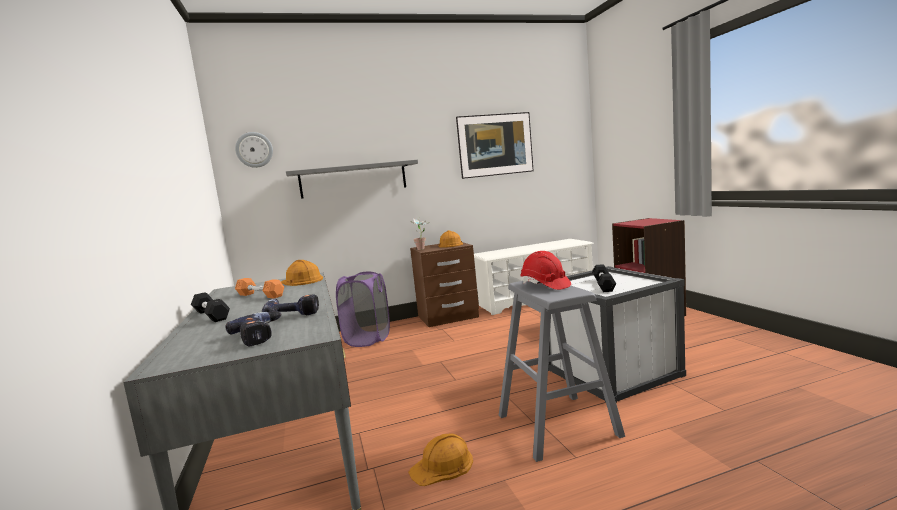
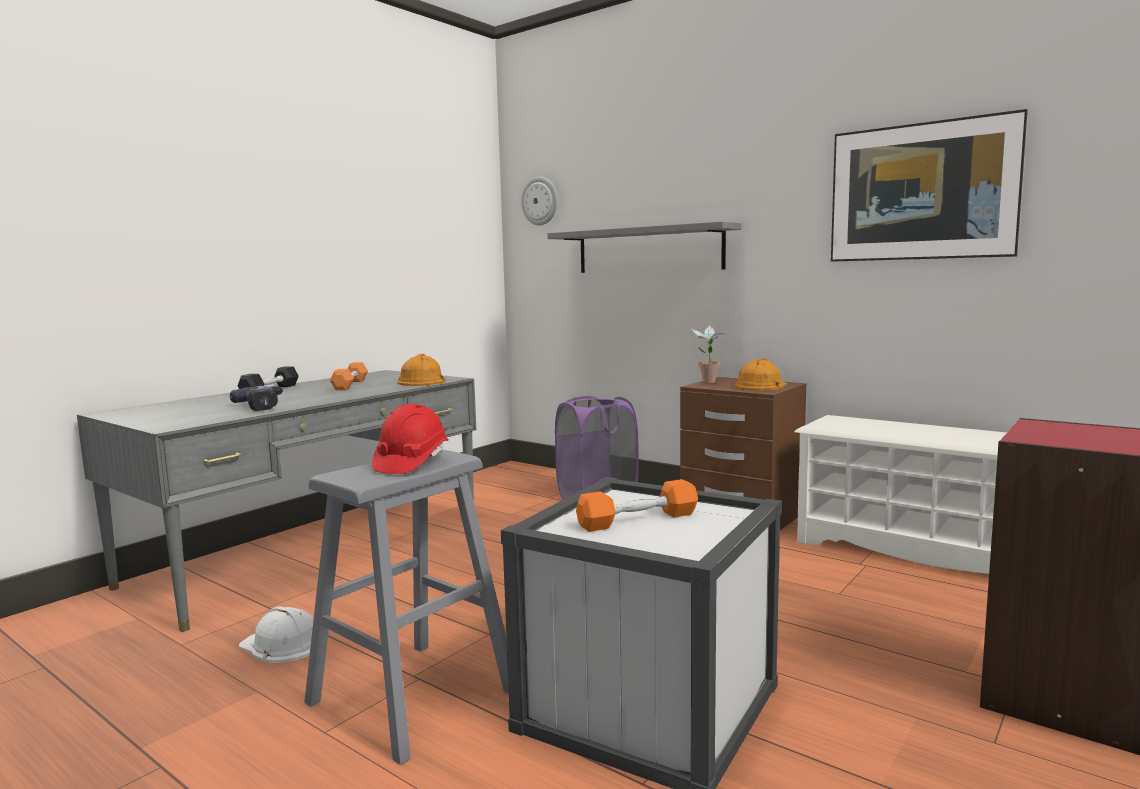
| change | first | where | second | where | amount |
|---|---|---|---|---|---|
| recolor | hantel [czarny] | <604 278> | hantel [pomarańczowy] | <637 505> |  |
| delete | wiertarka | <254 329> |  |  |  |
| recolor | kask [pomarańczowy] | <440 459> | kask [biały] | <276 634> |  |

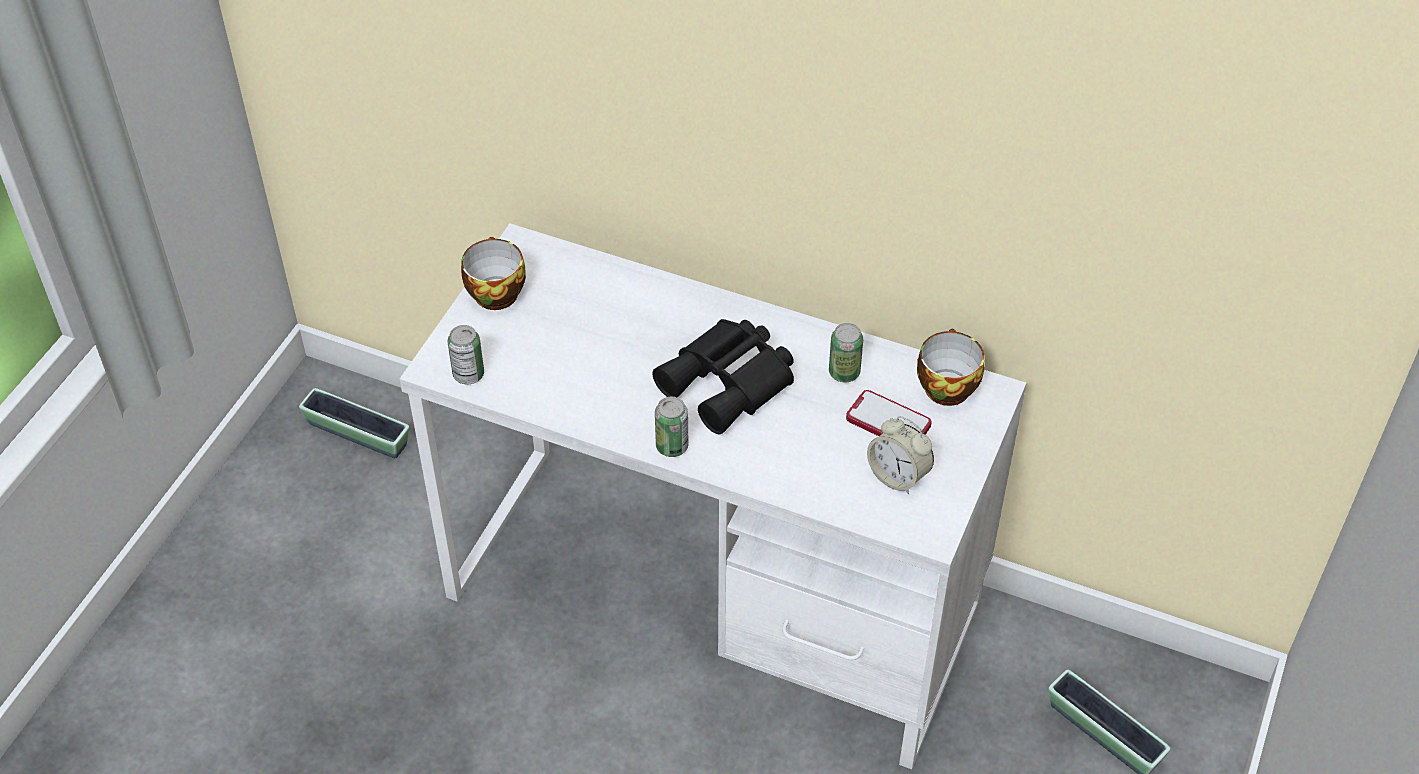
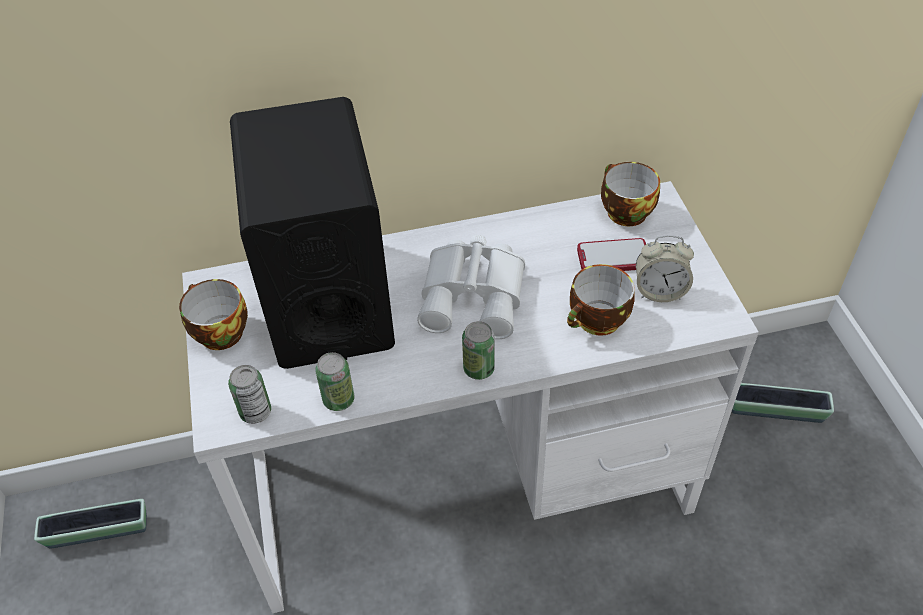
| change | first | where | second | where | amount |
|---|---|---|---|---|---|
| recolor | lornetka [czarny] | <723 376> | lornetka [biały] | <471 286> |  |
| move | puszka | <846 352> |  | <334 381> |  |
| insert |  |  | głośnik [czarny] | <312 233> |  |
| insert |  |  | filiżanka | <601 300> |  |

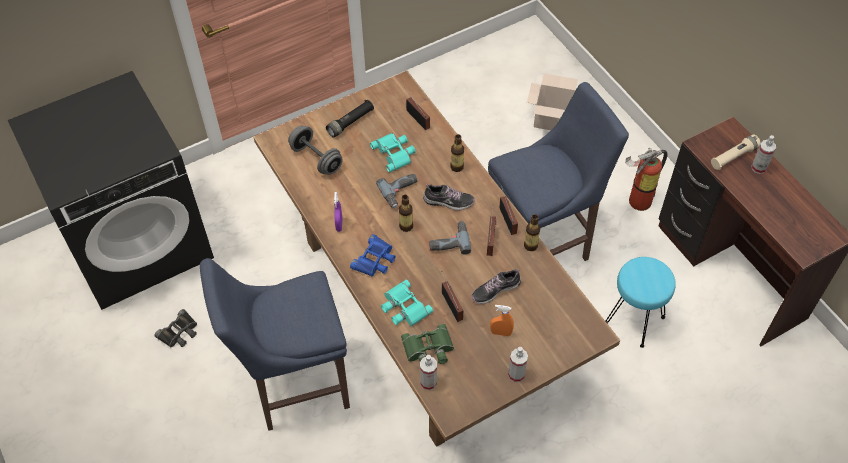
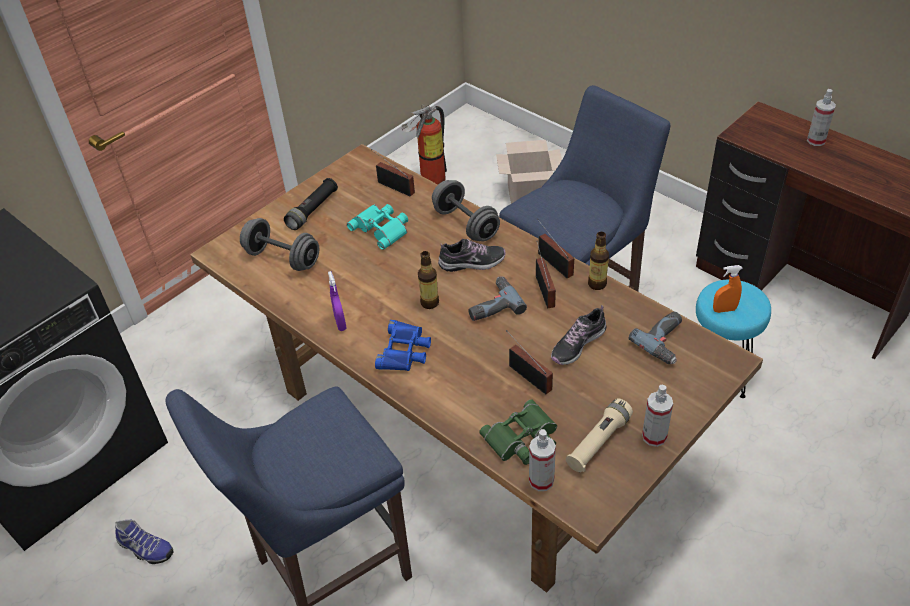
| change | first | where | second | where | amount |
|---|---|---|---|---|---|
| replace | butelka | <457 153> | hantel [szary] | <466 210> |  |
| move | latarka [beżowy] | <736 152> |  | <599 435> |  |
| move | gaśnica | <646 180> |  | <424 144> |  |
| move | wiertarka | <396 191> |  | <655 337> |  |
| delete | lornetka [turkusowy] | <407 302> |  |  |  |
| move | spryskiwacz [pomarańczowy] | <502 320> |  | <728 289> |  |
| replace | lornetka [czarny] | <175 328> | but | <144 541> |  |

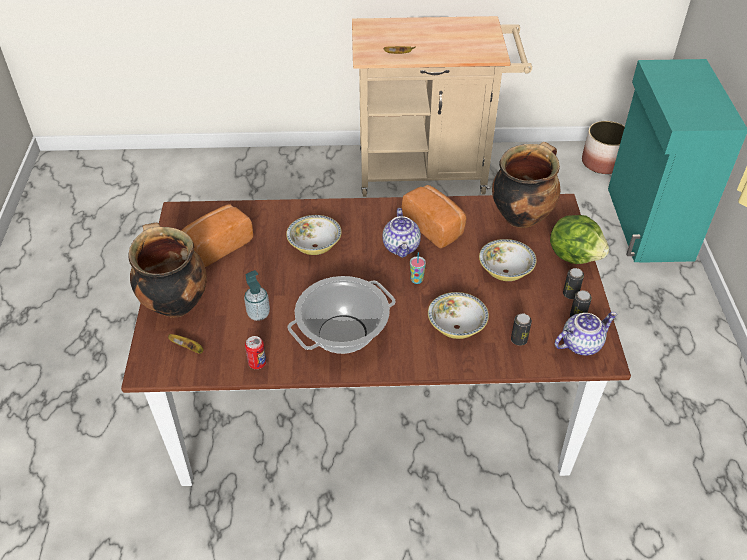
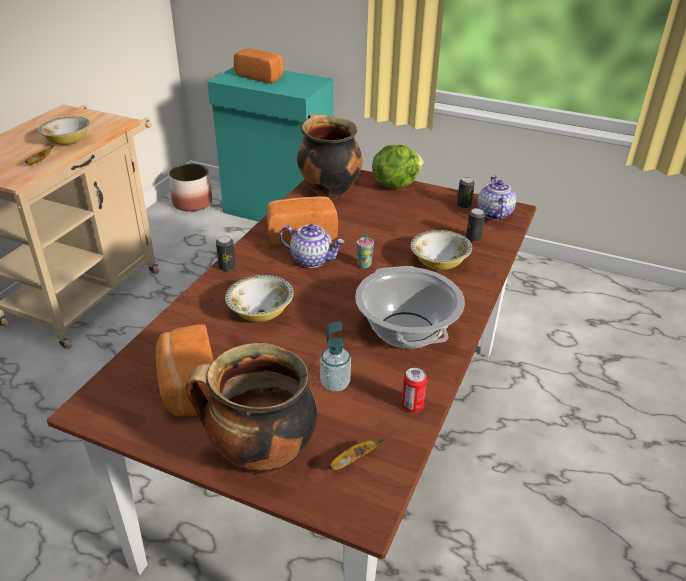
| change | first | where | second | where | amount |
|---|---|---|---|---|---|
| move | miska | <508 260> |  | <64 130> |  |
| move | puszka | <573 283> |  | <226 253> |  |
| insert |  |  | chleb | <259 66> |  |

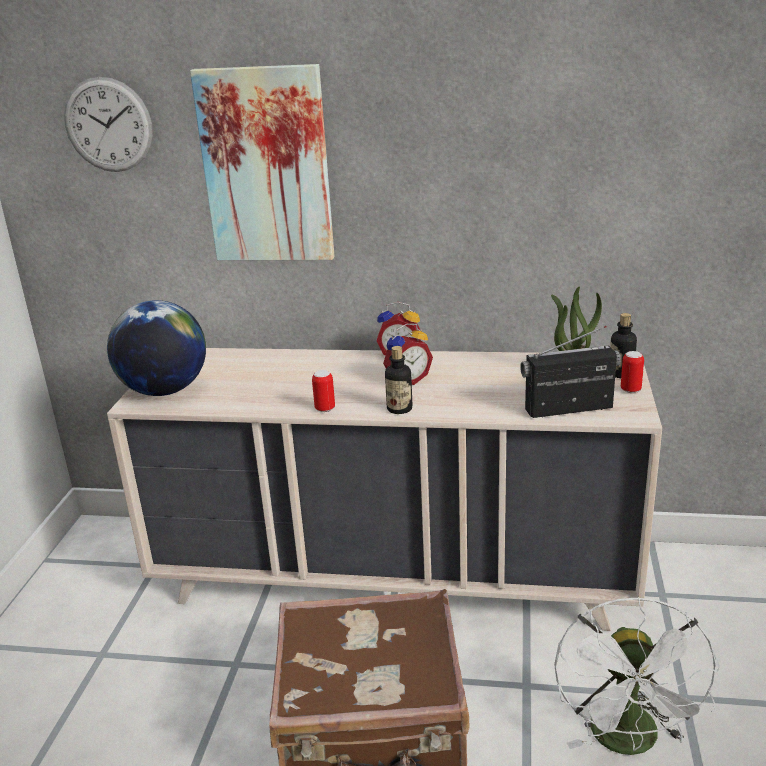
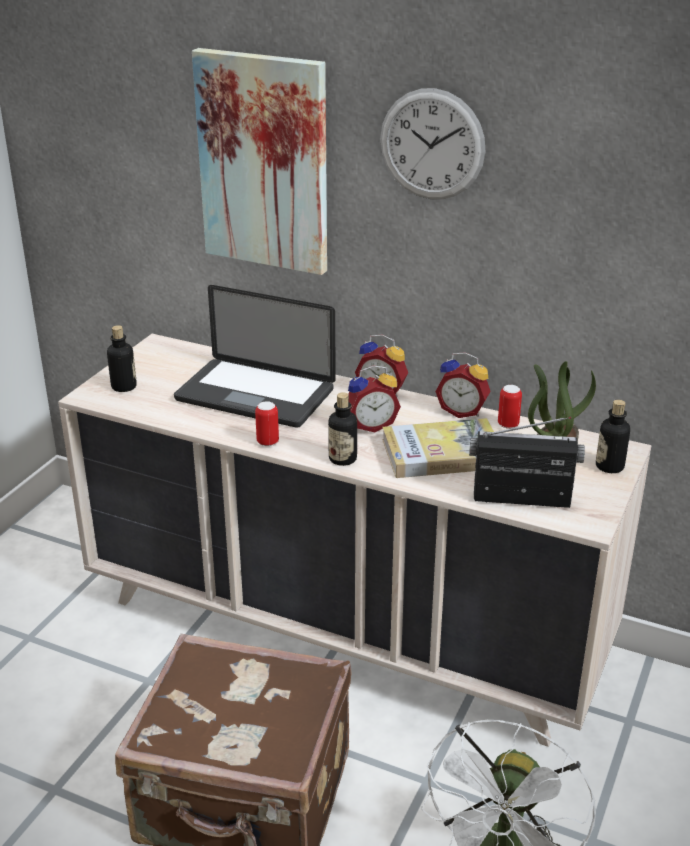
| change | first | where | second | where | amount |
|---|---|---|---|---|---|
| move | zegar ścienny | <108 124> |  | <432 143> |  |
| replace | globus | <156 348> | butelka | <122 358> |  |
| move | puszka | <632 372> |  | <510 407> |  |
| insert |  |  | laptop | <255 356> |  |
| insert |  |  | budzik | <463 385> |  |
| insert |  |  | książka | <438 448> |  |

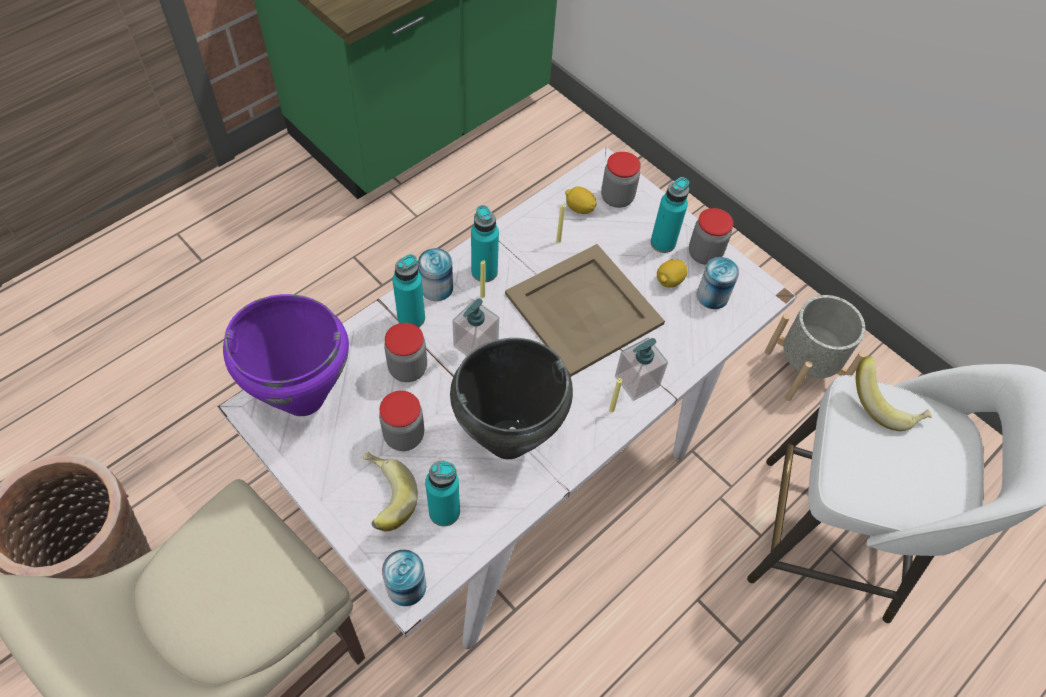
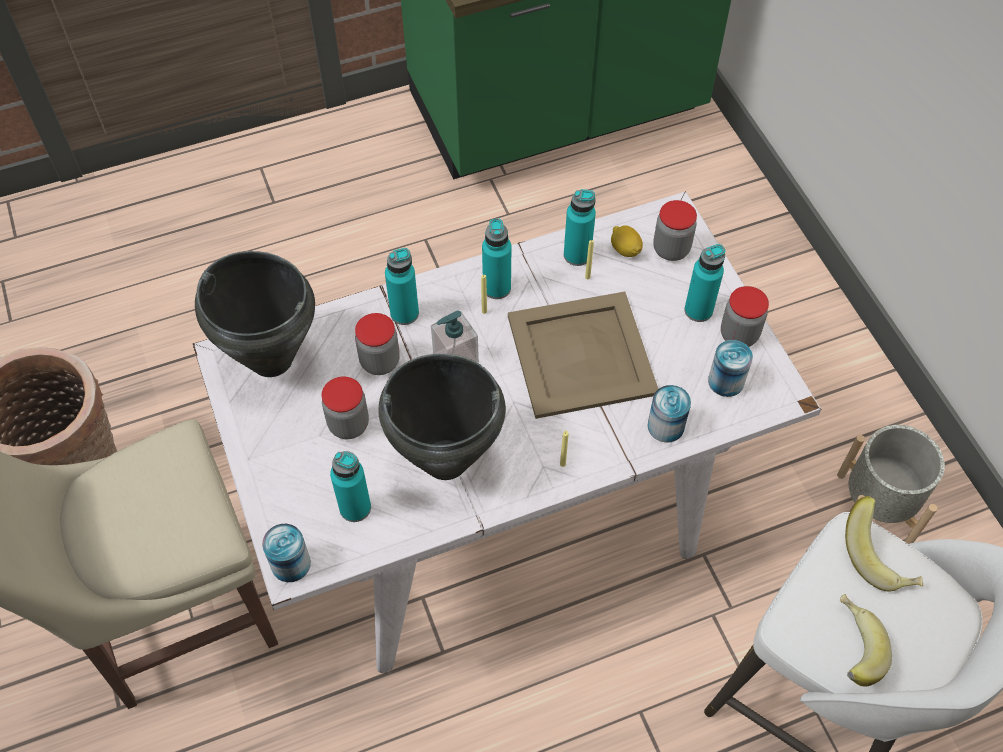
| change | first | where | second | where | amount |
|---|---|---|---|---|---|
| move | puszka | <435 274> |  | <669 414> |  |
| delete | cytryna | <672 273> |  |  |  |
| recolor | garnek [fioletowy] | <286 355> | garnek [czarny] | <255 314> |  |
| delete | dozownik mydła | <641 369> |  |  |  |
| move | banan | <391 491> |  | <866 640> |  |
| insert |  |  | butelka [turkusowy] | <580 227> |  |

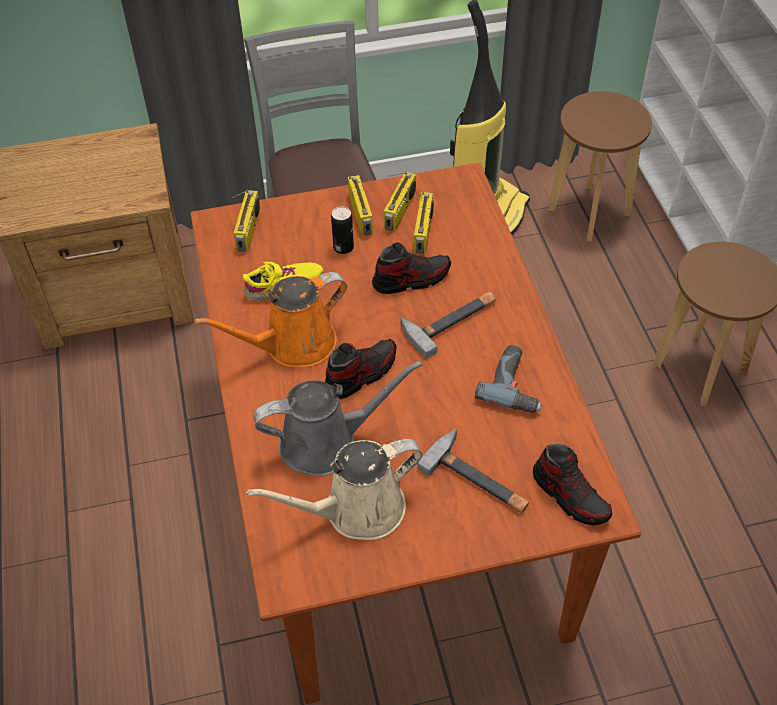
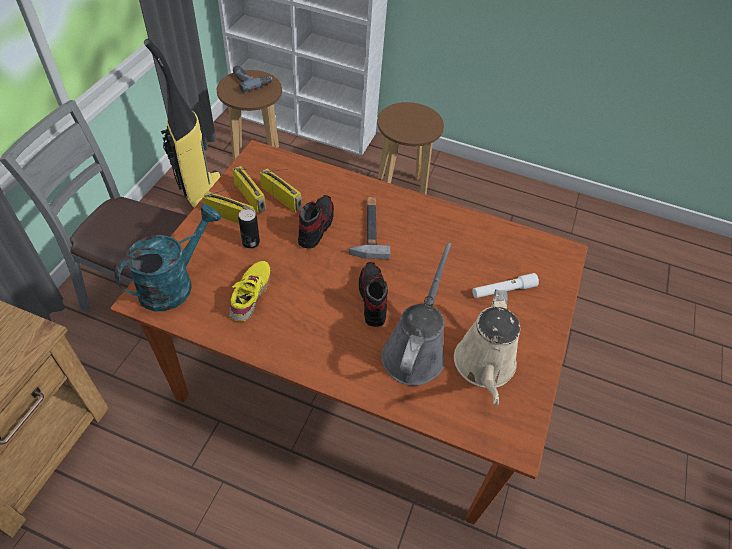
| change | first | where | second | where | amount |
|---|---|---|---|---|---|
| replace | radio | <246 221> | konewka [turkusowy] | <167 257> |  |
| delete | konewka [pomarańczowy] | <270 319> |  |  |  |
| move | wiertarka | <508 379> |  | <253 79> |  |
| replace | młotek | <473 471> | latarka [biały] | <505 285> |  |
| delete | but | <572 484> |  |  |  |

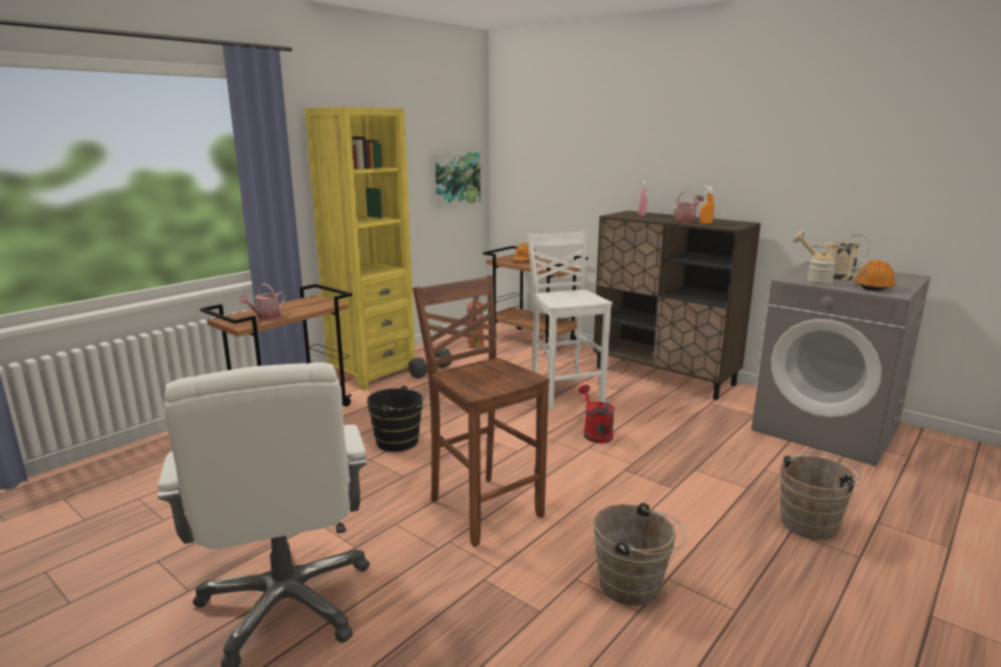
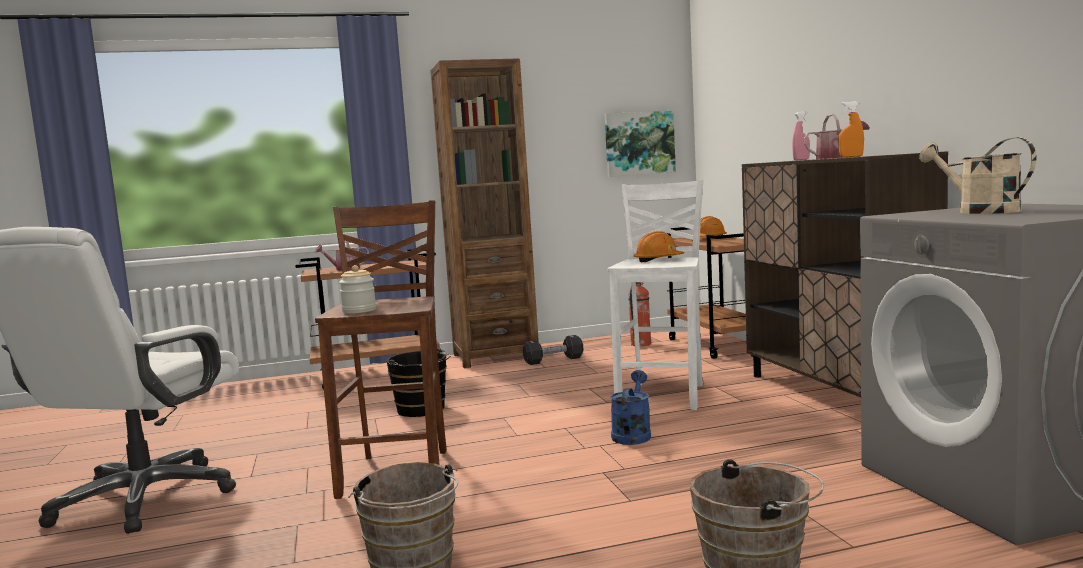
| change | first | where | second | where | amount |
|---|---|---|---|---|---|
| recolor | regał [żółty] | <359 249> | regał [brązowy] | <484 213> |  |
| move | słoik | <821 268> |  | <357 289> |  |
| move | kask [pomarańczowy] | <875 275> |  | <659 246> |  |
| recolor | konewka [czerwony] | <596 413> | konewka [niebieski] | <631 407> |  |

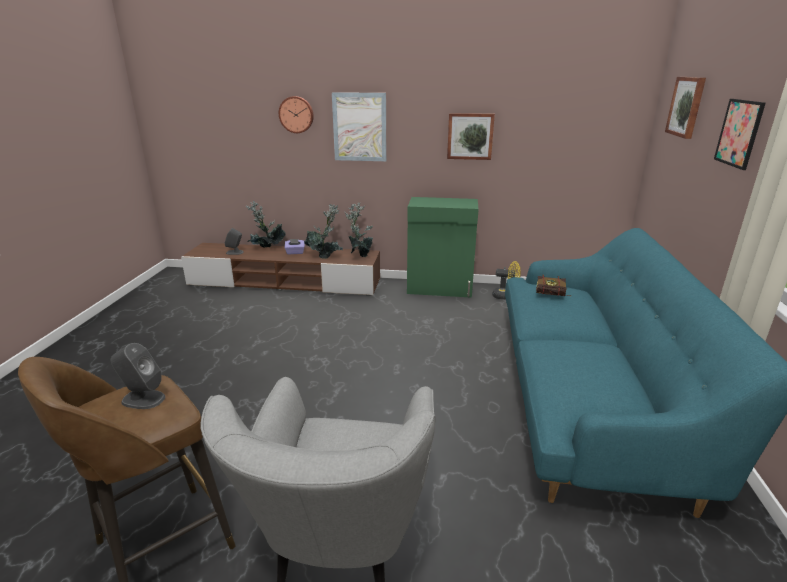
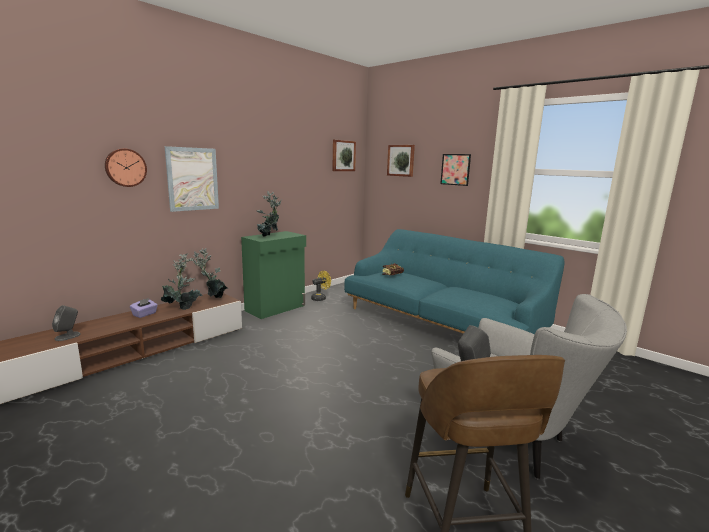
| change | first | where | second | where | amount |
|---|---|---|---|---|---|
| move | obraz | <471 136> |  | <344 155> |  |
| move | roślina doniczkowa | <266 224> |  | <269 214> |  |

